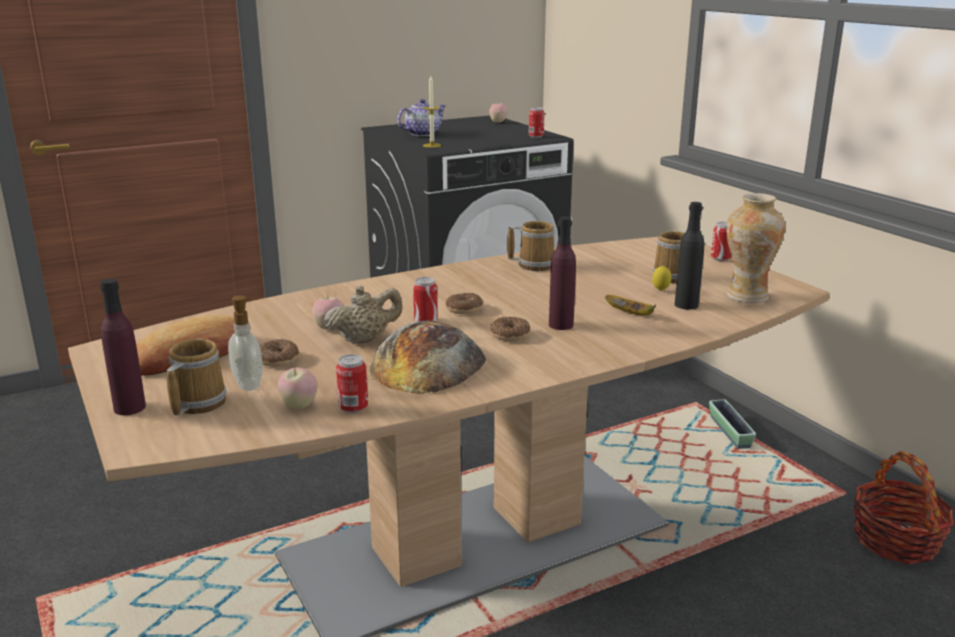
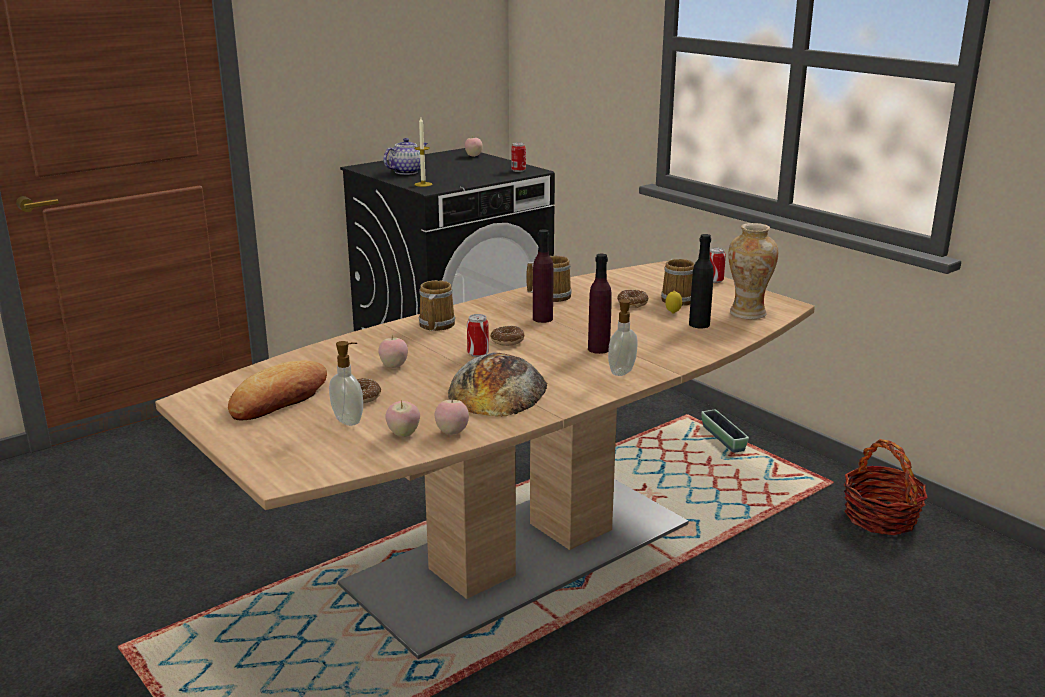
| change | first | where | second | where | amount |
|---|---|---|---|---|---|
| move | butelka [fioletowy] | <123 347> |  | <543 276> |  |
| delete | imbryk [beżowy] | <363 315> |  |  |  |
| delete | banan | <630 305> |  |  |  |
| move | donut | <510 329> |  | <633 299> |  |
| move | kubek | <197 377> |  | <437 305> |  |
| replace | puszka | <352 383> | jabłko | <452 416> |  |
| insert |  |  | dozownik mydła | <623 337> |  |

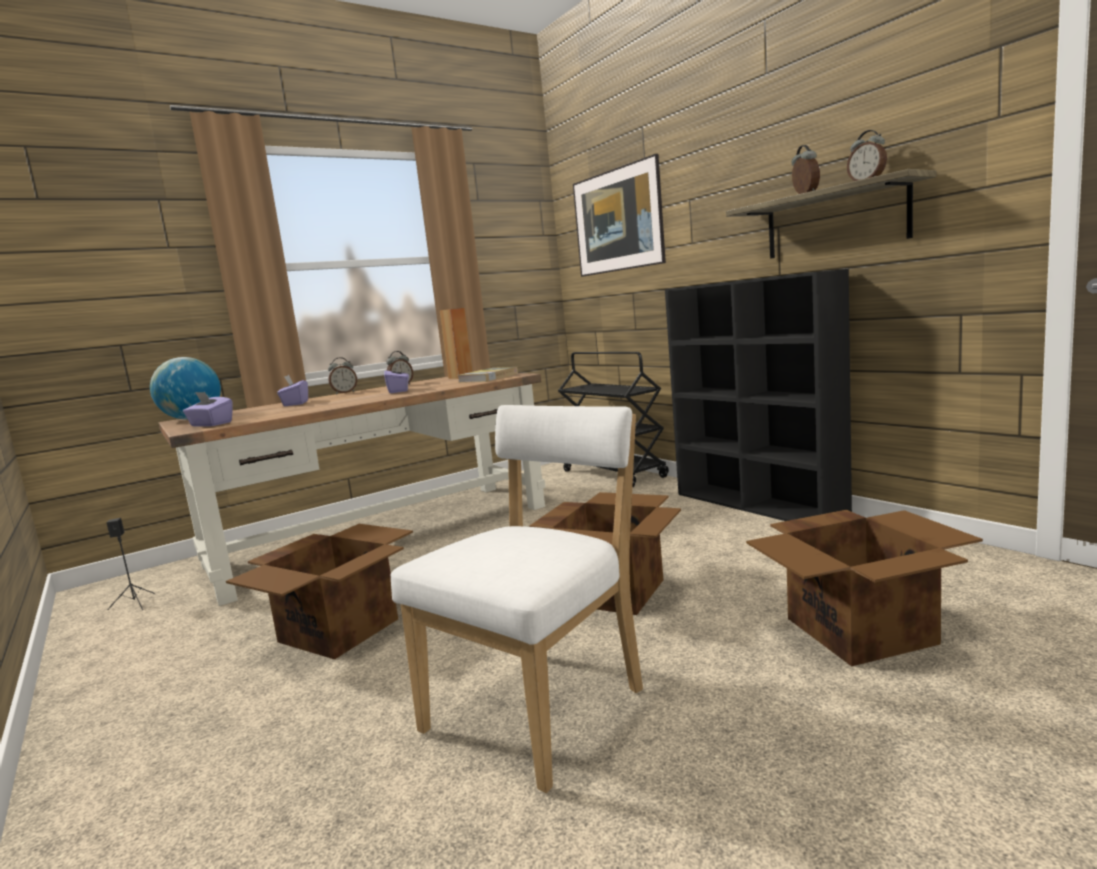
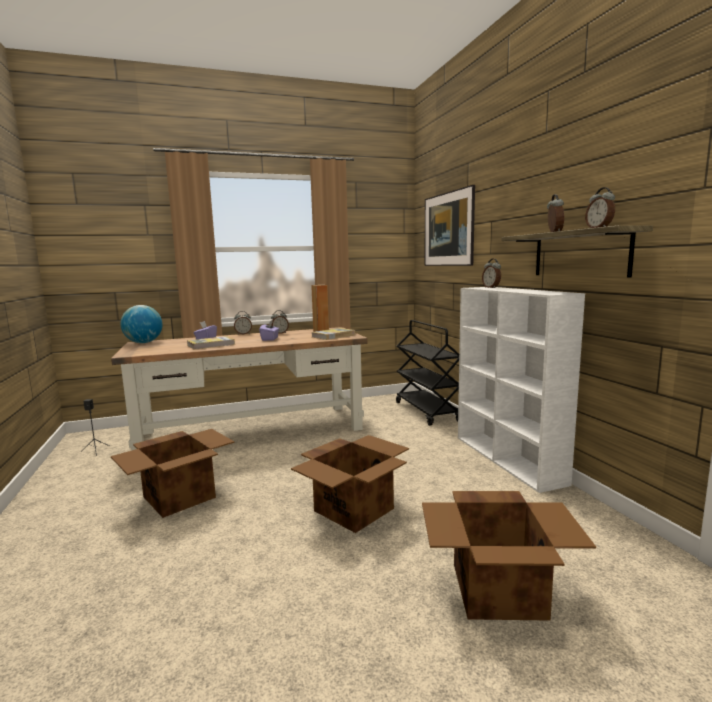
| change | first | where | second | where | amount |
|---|---|---|---|---|---|
| recolor | regał [czarny] | <758 395> | regał [biały] | <521 390> |  |
| delete | pudełko chusteczek [fioletowy] | <207 409> |  |  |  |
| delete | krzesło [biały] | <517 599> |  |  |  |
| insert |  |  | budzik | <491 273> |  |
| insert |  |  | książka | <211 343> |  |

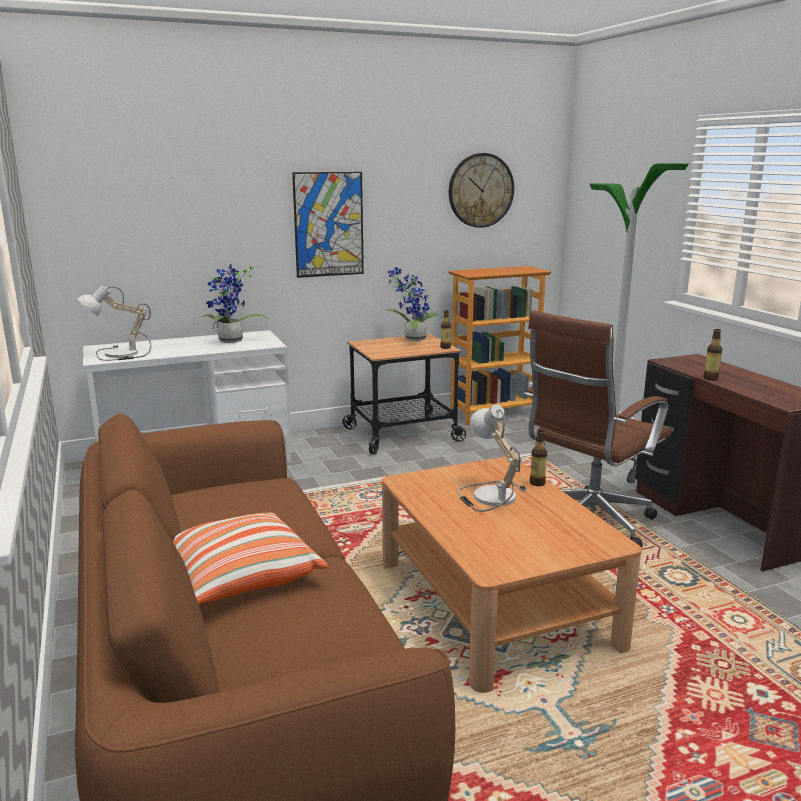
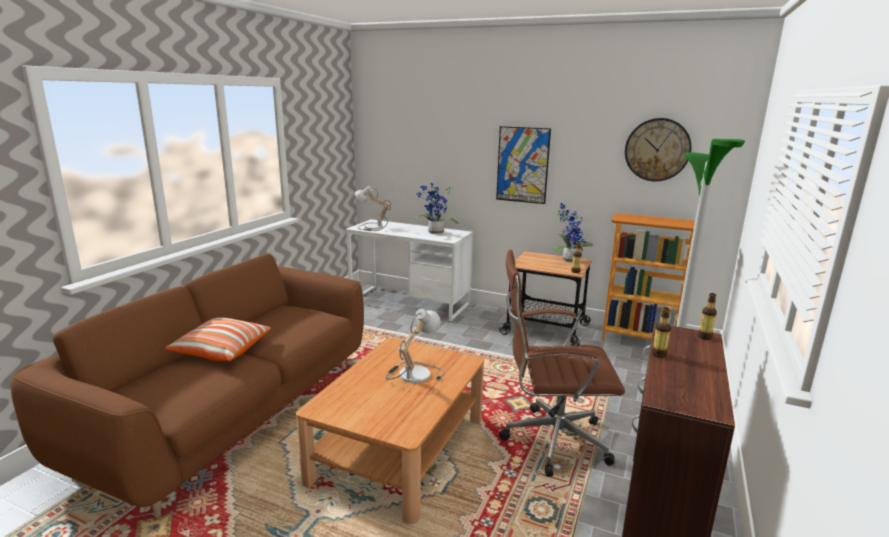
| change | first | where | second | where | amount |
|---|---|---|---|---|---|
| move | butelka | <538 458> |  | <707 316> |  |

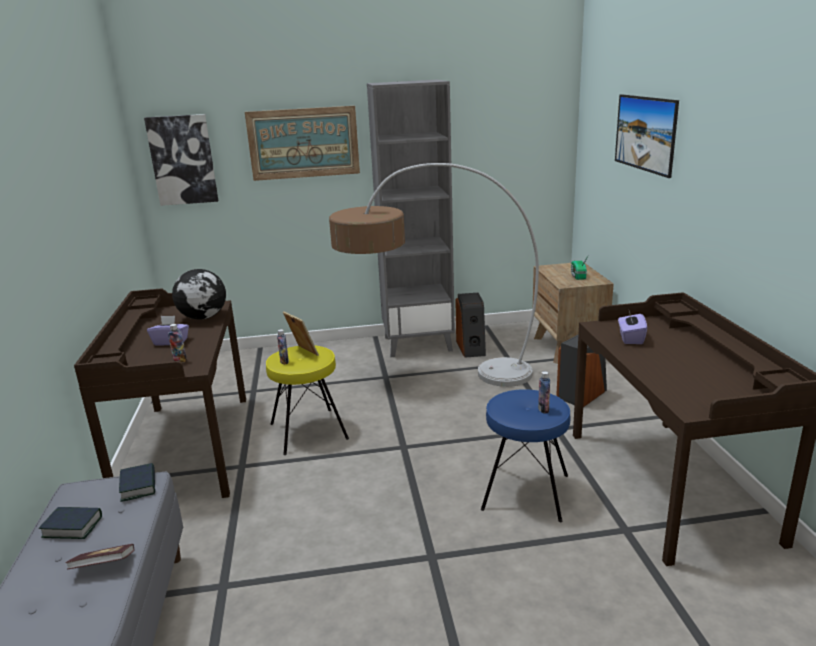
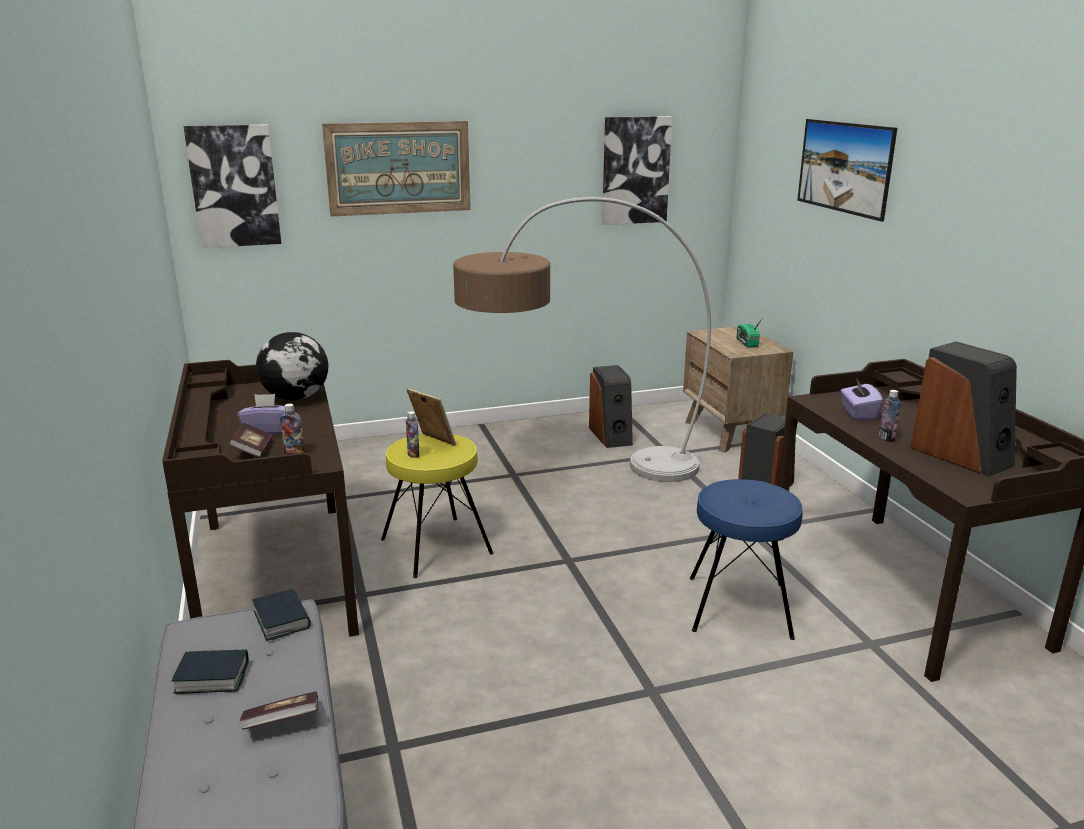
| change | first | where | second | where | amount |
|---|---|---|---|---|---|
| delete | regał [szary] | <411 218> |  |  |  |
| move | butelka | <544 392> |  | <890 416> |  |
| insert |  |  | obraz | <637 170> |  |
| insert |  |  | głośnik | <963 409> |  |
| insert |  |  | książka | <251 439> |  |

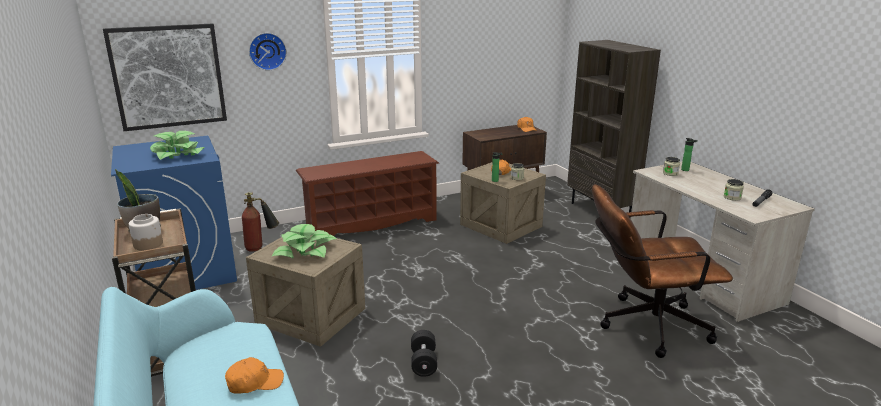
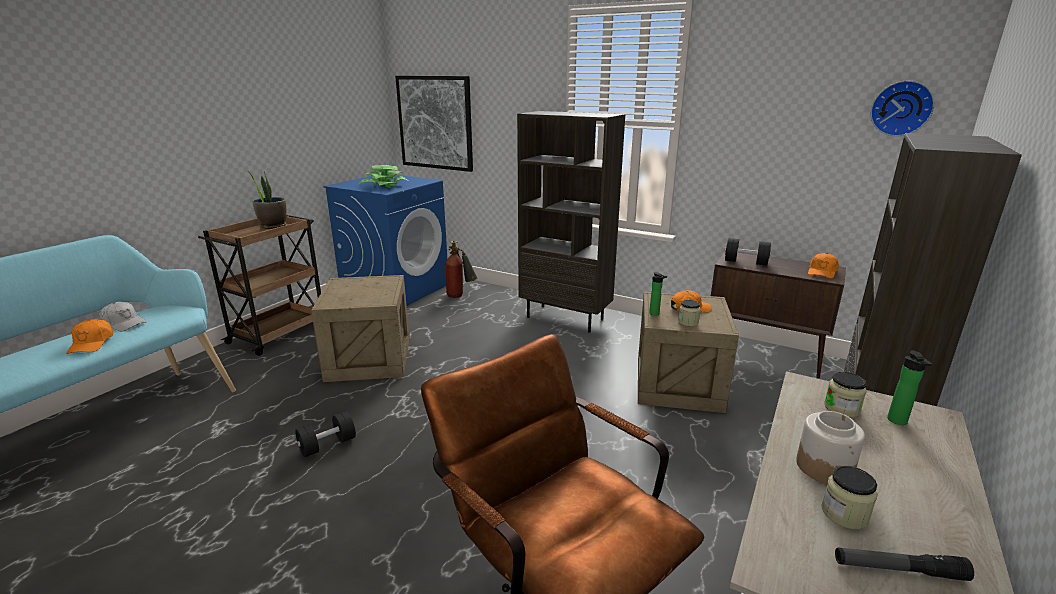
| change | first | where | second | where | amount |
|---|---|---|---|---|---|
| move | zegar ścienny | <268 51> |  | <902 108> |  |
| replace | regał na buty [brązowy] | <367 193> | regał [brązowy] | <571 222> |  |
| move | słoik | <146 232> |  | <830 447> |  |
| delete | roślina doniczkowa | <304 241> |  |  |  |
| rotate | czapka z daszkiem [pomarańczowy] | <254 375> |  | <89 336> | 45 degrees clockwise |
| insert |  |  | hantel [czarny] | <748 252> |  |
| insert |  |  | czapka z daszkiem [biały] | <123 316> |  |

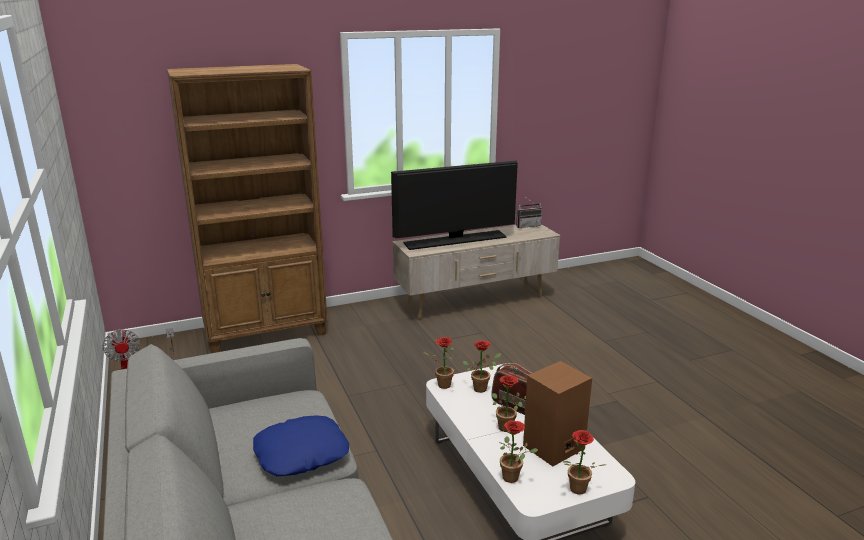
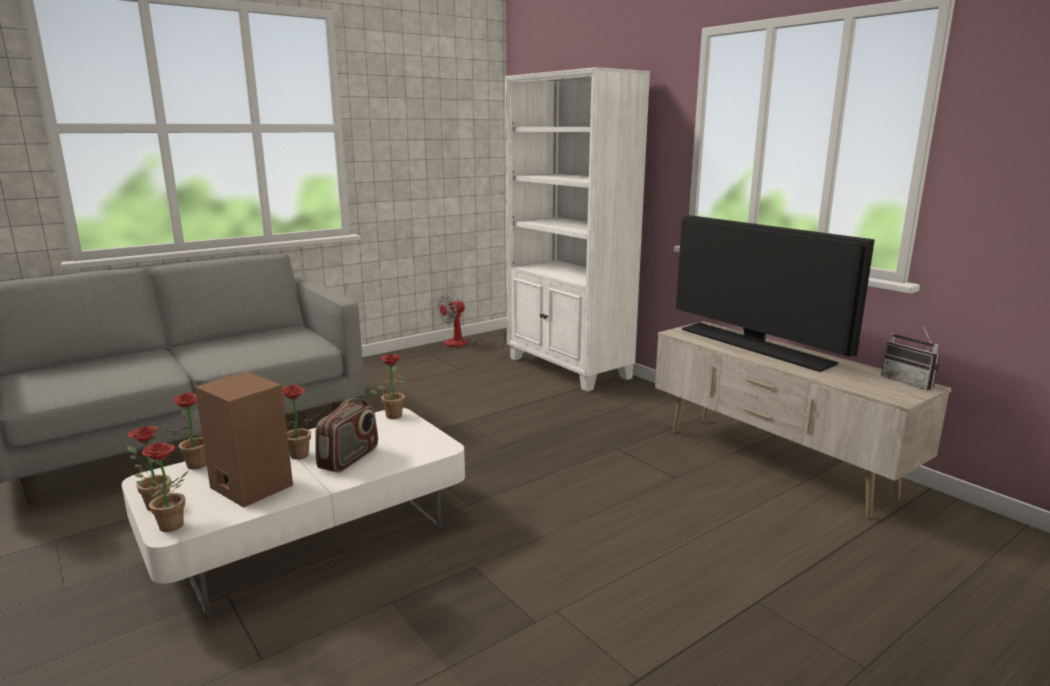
| change | first | where | second | where | amount |
|---|---|---|---|---|---|
| recolor | regał [brązowy] | <247 208> | regał [biały] | <577 229> |  |
| move | roślina doniczkowa | <482 366> |  | <163 487> |  |
| delete | poduszka [niebieski] | <301 445> |  |  |  |

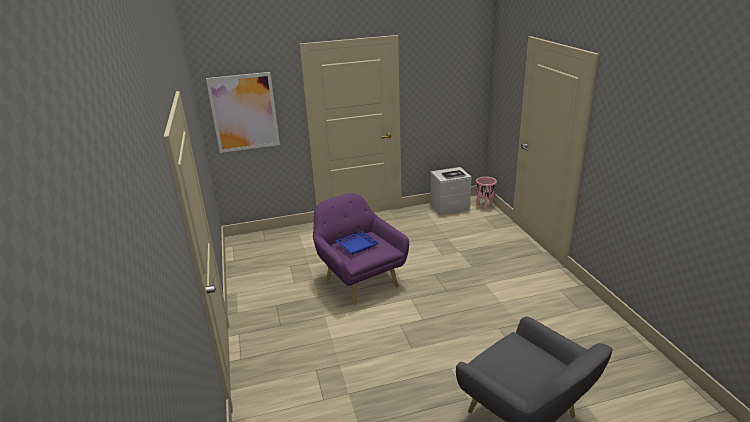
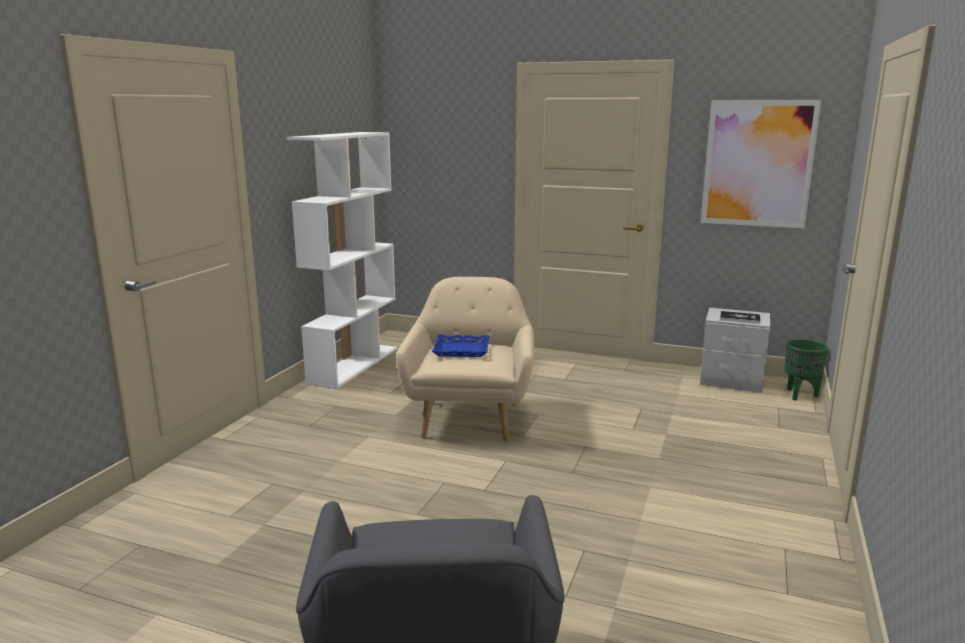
| change | first | where | second | where | amount |
|---|---|---|---|---|---|
| move | obraz | <243 112> |  | <761 164> |  |
| recolor | donica [różowy] | <486 193> | donica [zielony] | <806 370> |  |
| recolor | fotel [fioletowy] | <361 249> | fotel [beżowy] | <465 359> |  |
| insert |  |  | regał [biały] | <342 260> |  |

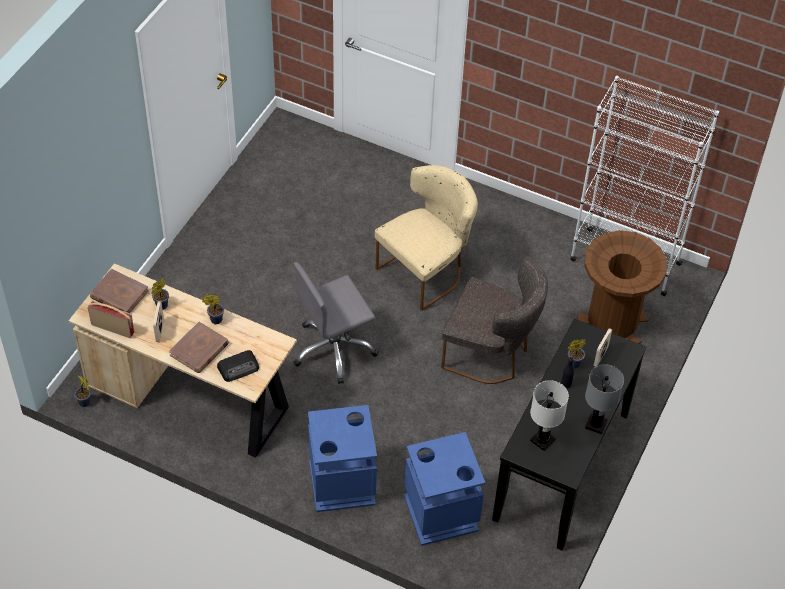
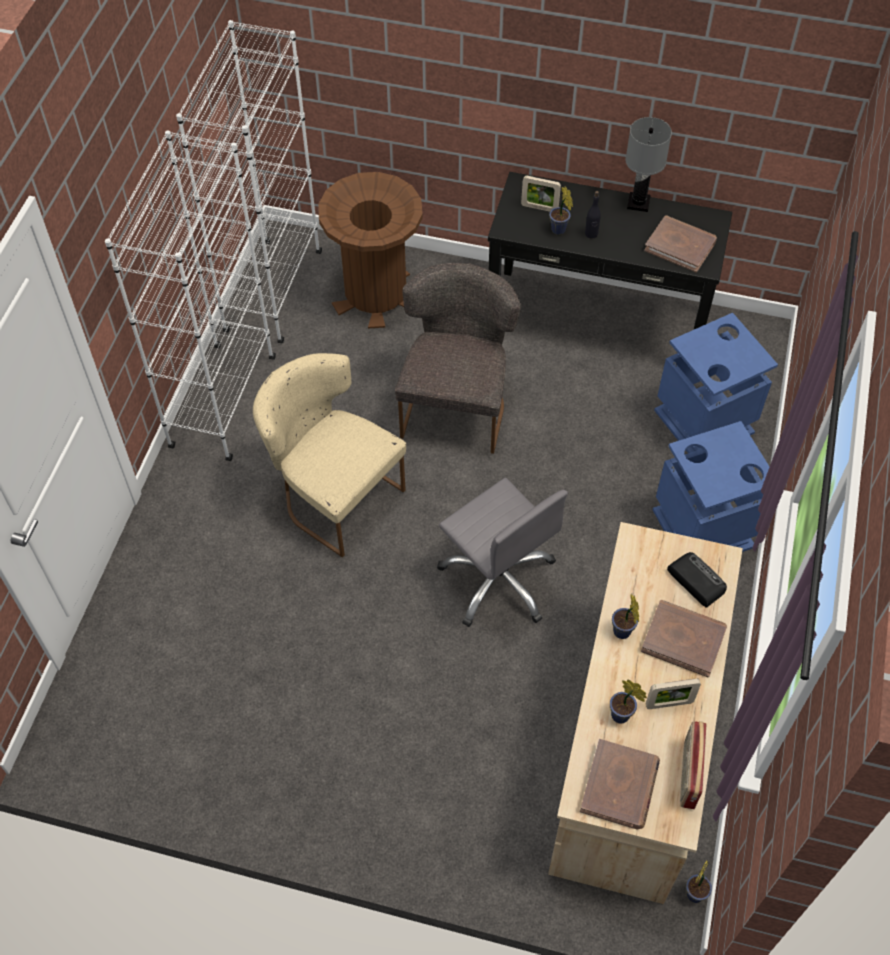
| change | first | where | second | where | amount |
|---|---|---|---|---|---|
| replace | lampa stołowa [biały] | <549 415> | książka [brązowy] | <680 244> |  |
| insert |  |  | regał [biały] | <190 295> |  |

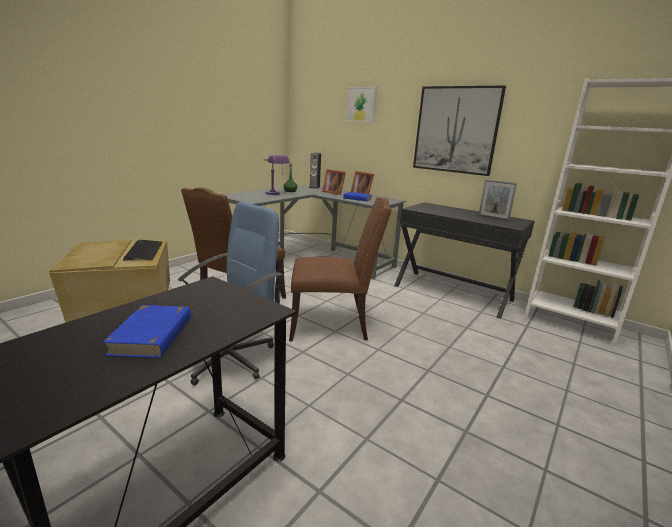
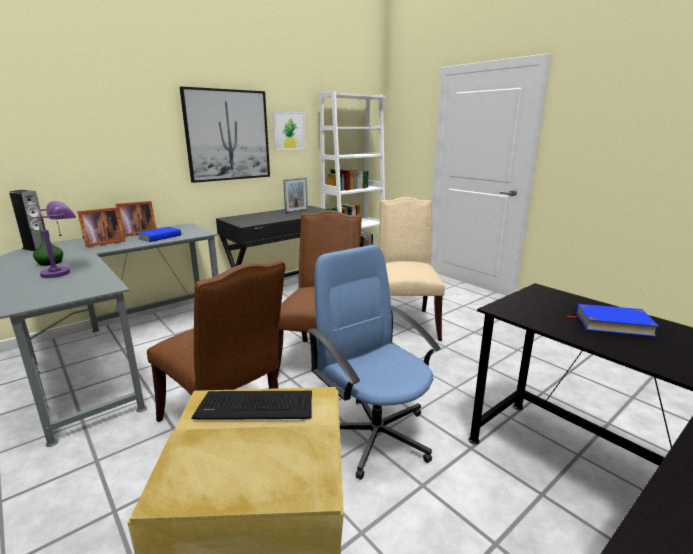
| change | first | where | second | where | amount |
|---|---|---|---|---|---|
| move | obraz | <361 105> |  | <289 130> |  |
| insert |  |  | krzesło [beżowy] | <412 269> |  |

